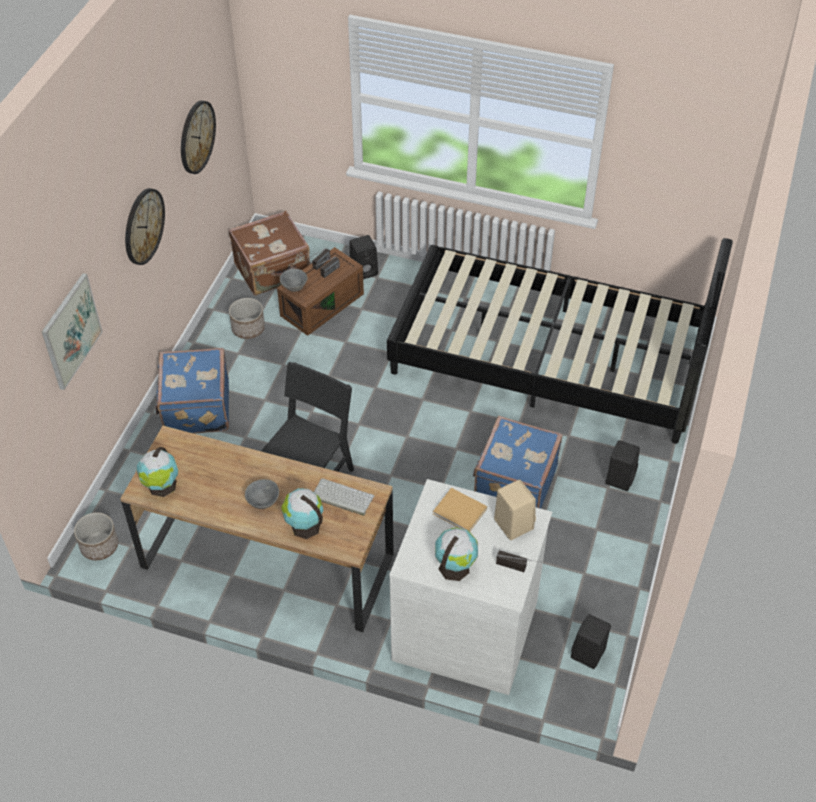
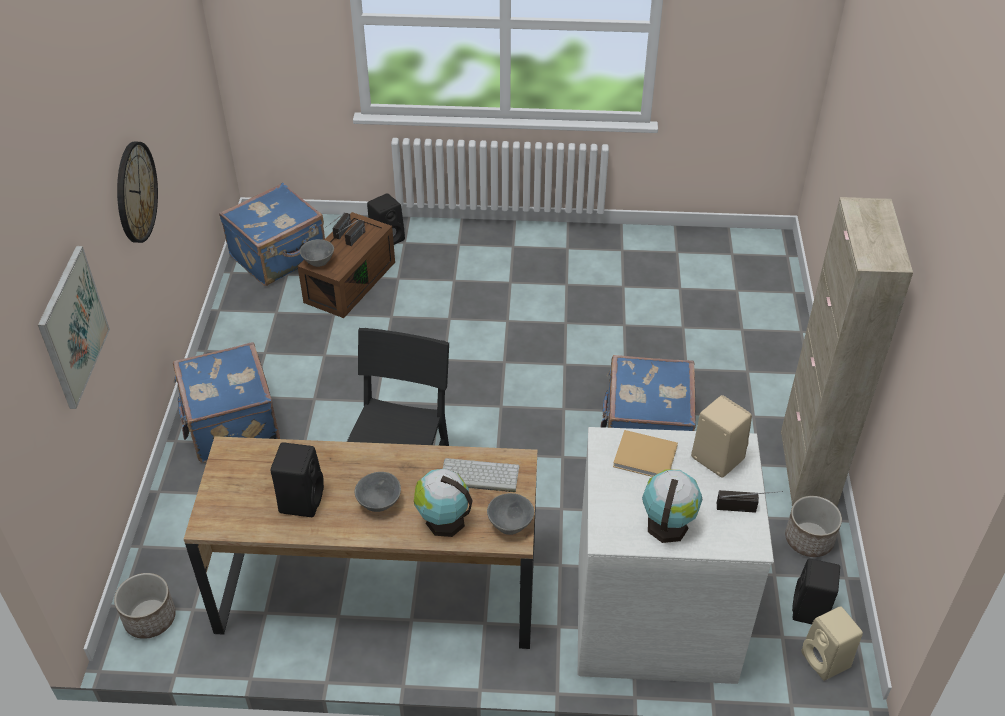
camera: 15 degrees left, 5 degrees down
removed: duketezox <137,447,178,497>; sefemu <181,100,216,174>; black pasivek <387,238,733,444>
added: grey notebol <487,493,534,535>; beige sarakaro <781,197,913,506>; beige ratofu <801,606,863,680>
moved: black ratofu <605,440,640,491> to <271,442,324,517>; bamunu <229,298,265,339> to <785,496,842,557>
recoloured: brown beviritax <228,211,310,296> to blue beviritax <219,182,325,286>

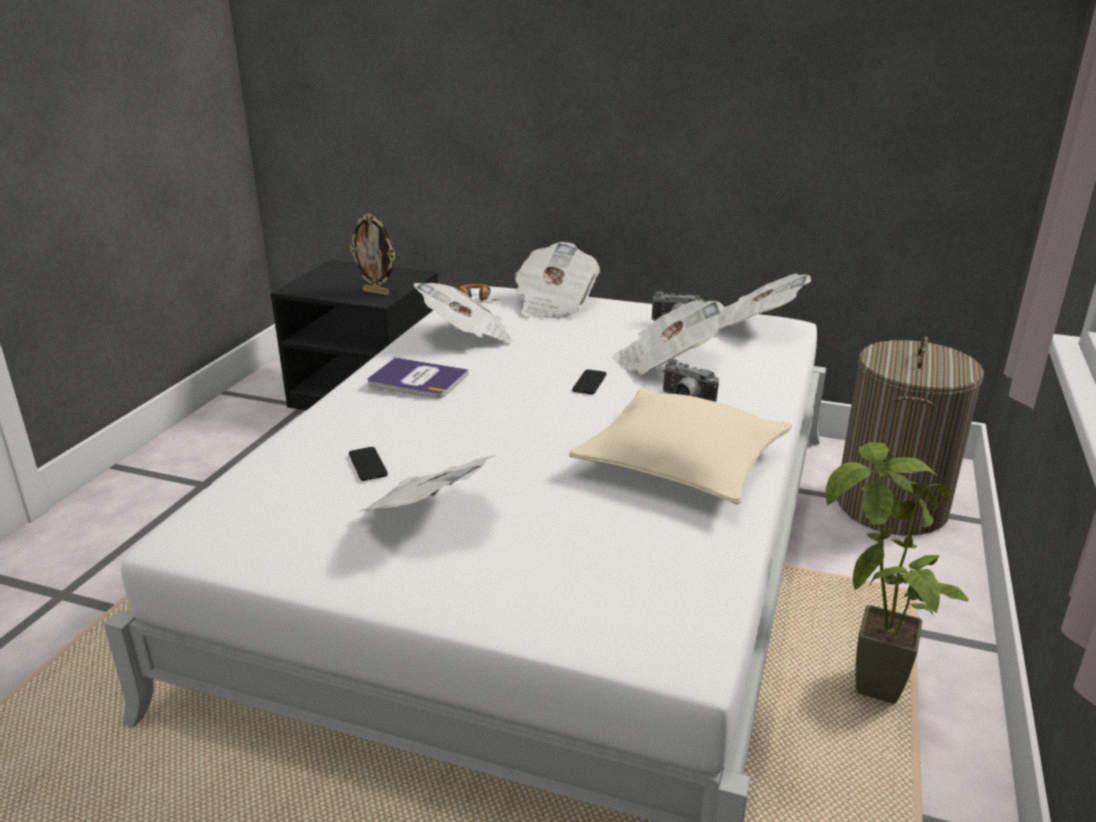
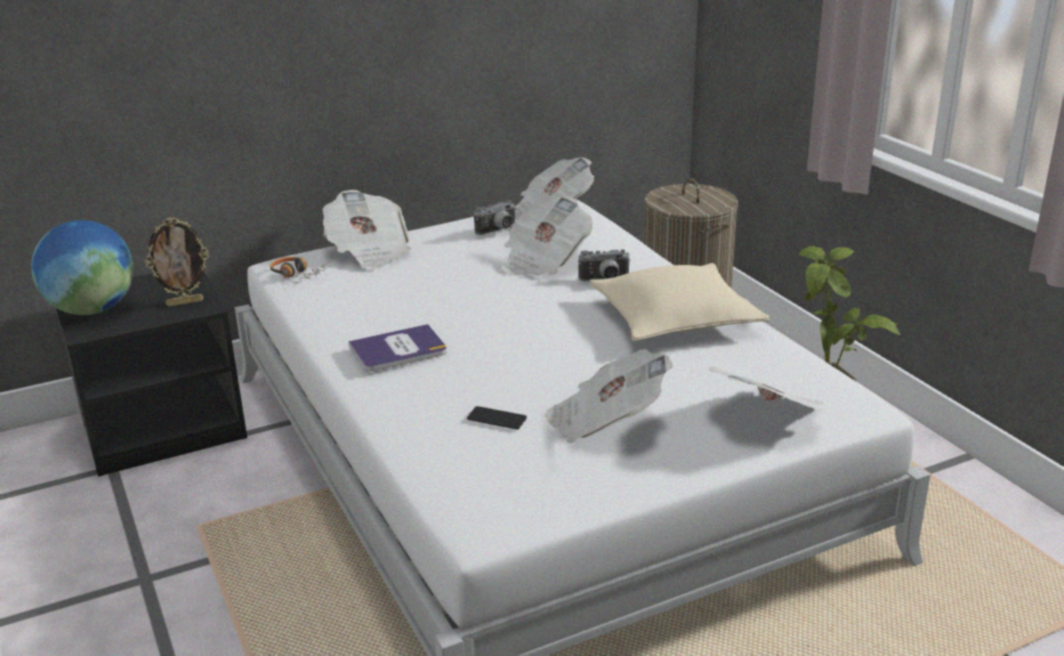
camera: 45 degrees left, 0 degrees up
removed: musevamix <572,369,607,394>
added: duketezox <31,220,133,315>
moved: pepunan <414,283,513,342> to <709,367,825,412>

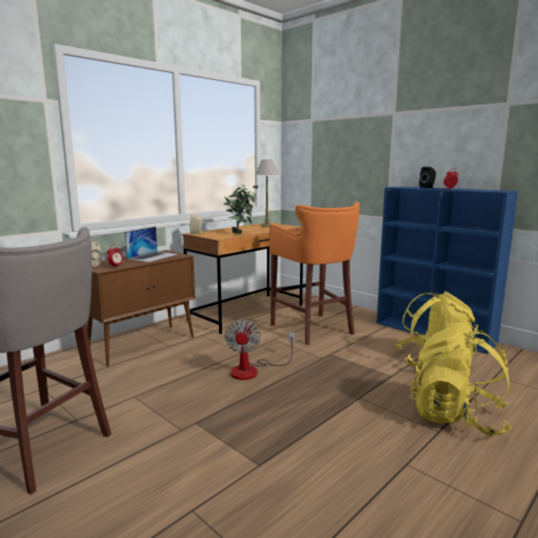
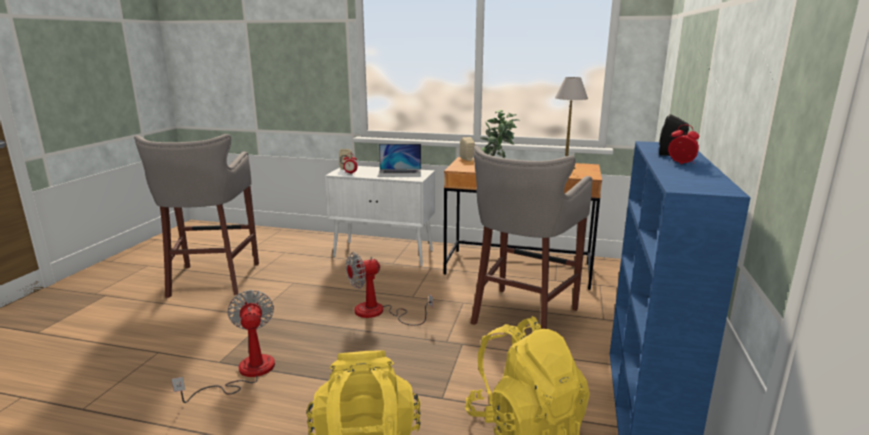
camera: 60 degrees right, 5 degrees up
added: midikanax <171,290,275,403>
recoloured: brown sarakaro <87,250,195,366> to white sarakaro <325,166,435,266>; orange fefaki <269,202,360,345> to grey fefaki <471,146,592,329>

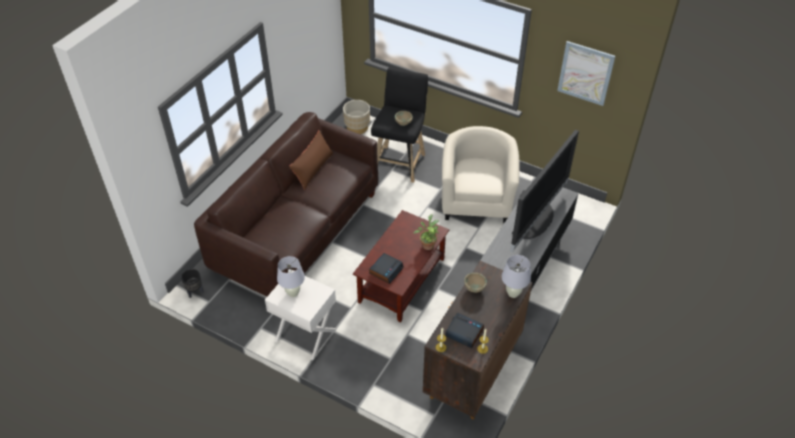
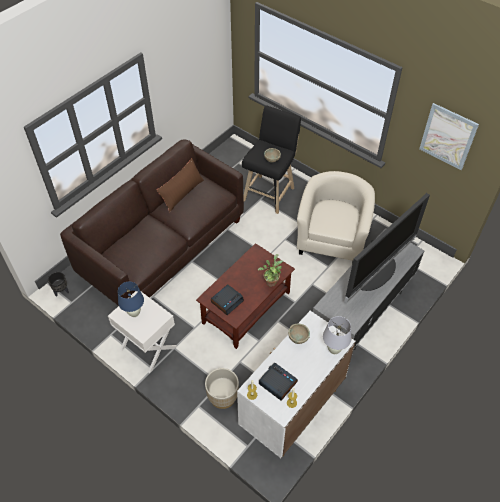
camera: 10 degrees right, 5 degrees up
moved: beige bamunu <343,100,370,134> to <205,368,239,409>
recoloured: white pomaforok <277,256,305,297> to blue pomaforok <118,282,144,317>; brown sarakaro <423,261,532,419> to white sarakaro <237,311,356,458>

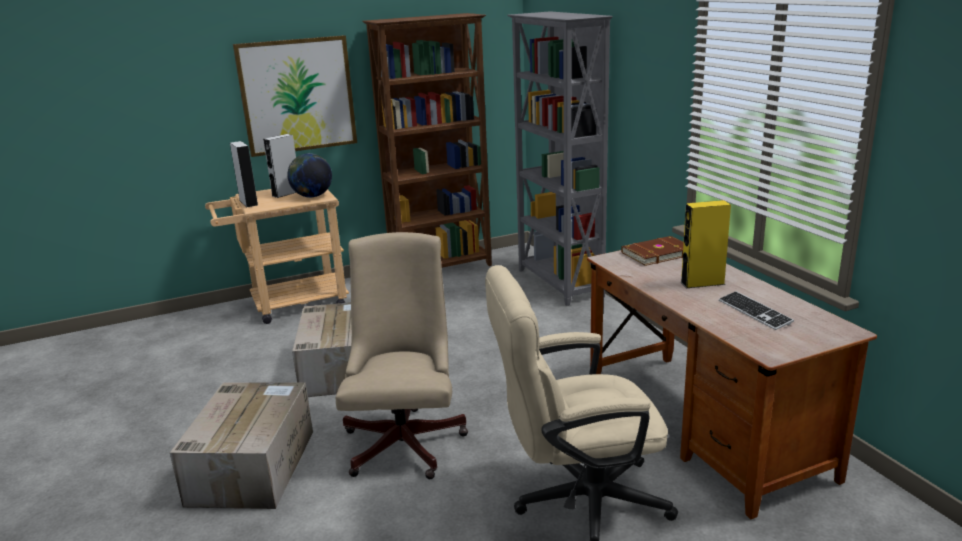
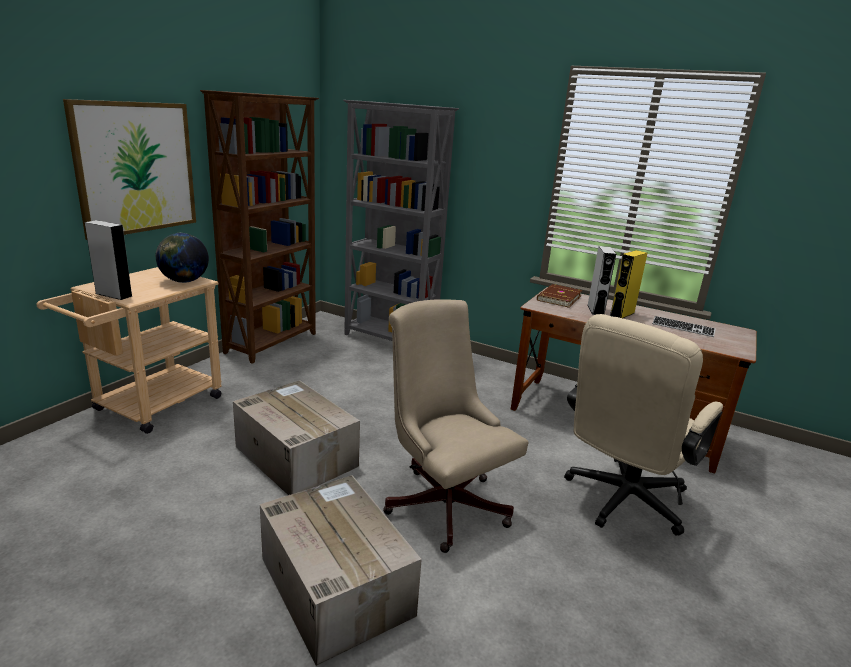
camera: 40 degrees left, 0 degrees up
moved: grey ratofu <263,134,296,198> to <588,246,616,315>

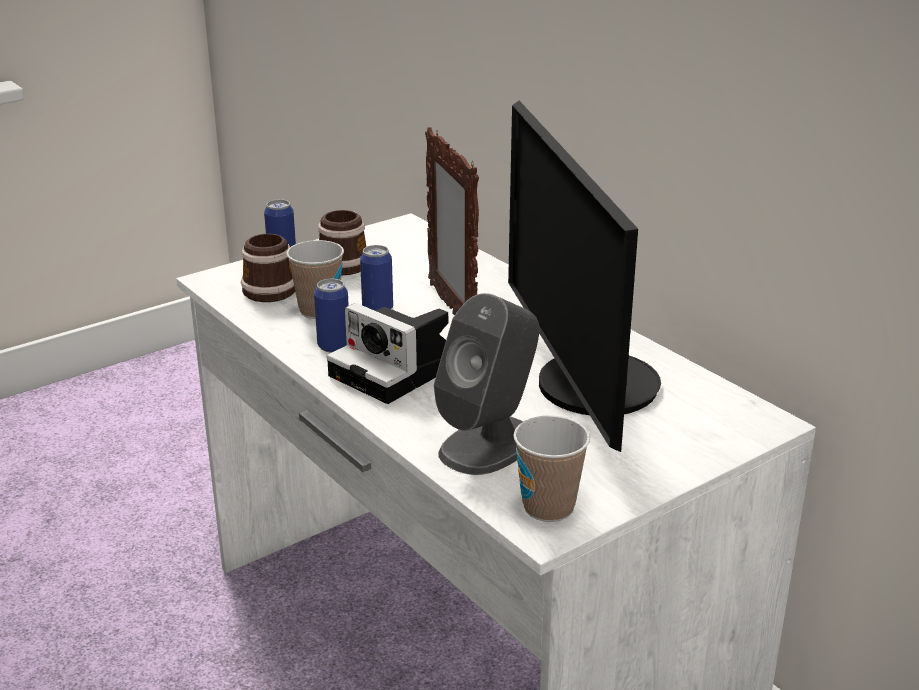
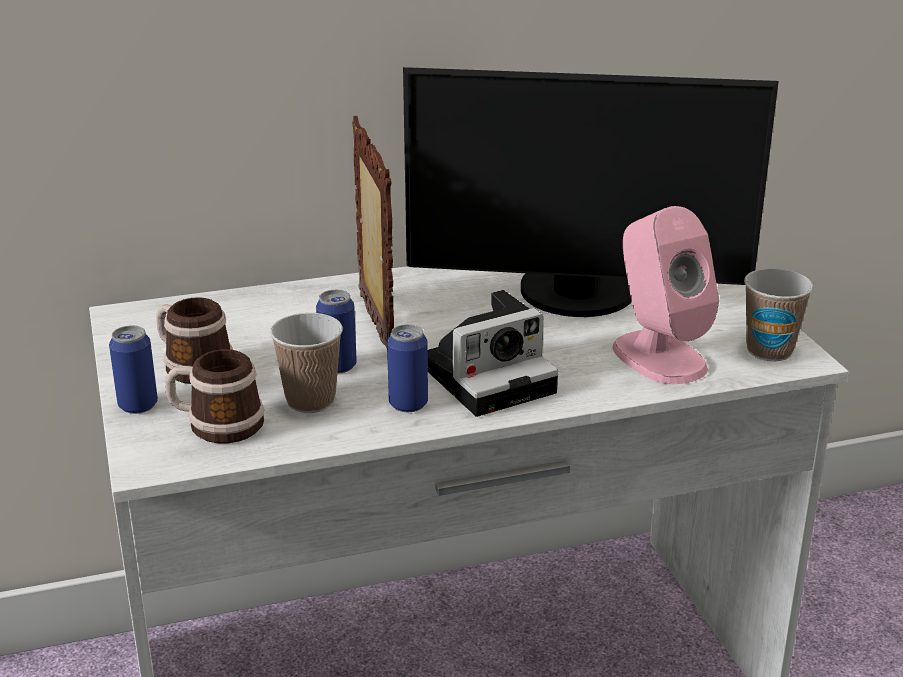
camera: 70 degrees left, 0 degrees up
recoloured: grey ratofu <434,293,539,475> to pink ratofu <612,206,719,384>
turned: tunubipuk <425,127,479,315> = <352,116,394,348> 105 degrees counterclockwise

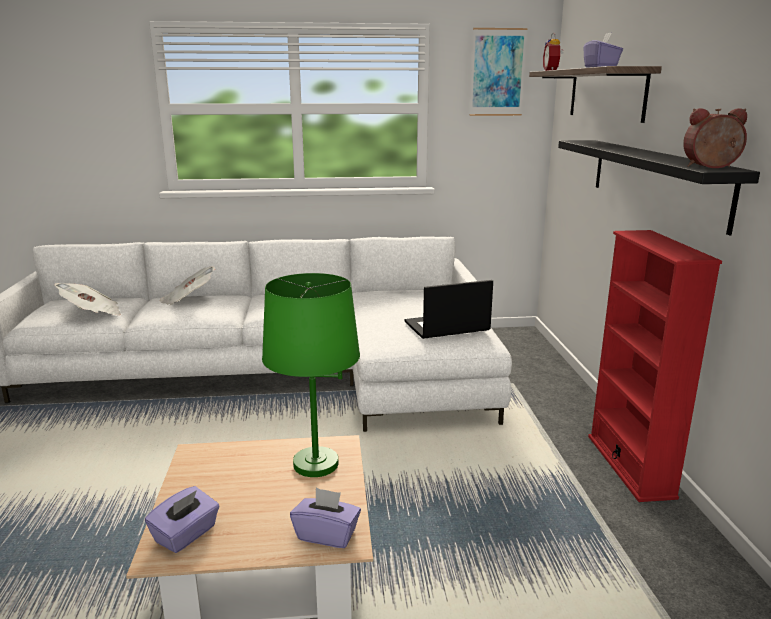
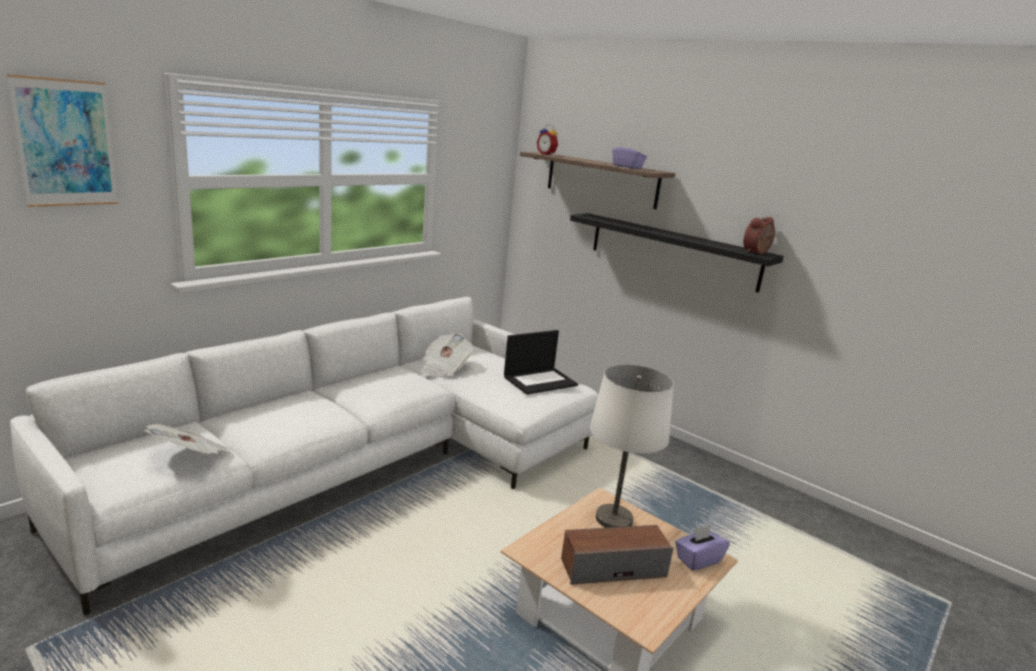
camera: 45 degrees left, 0 degrees up
removed: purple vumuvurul <145,486,220,553>; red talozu <588,230,722,502>
added: ratofu <561,525,673,585>
moved: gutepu <469,28,528,116> to <7,74,118,207>; pepunan <160,266,216,306> to <423,333,474,376>
recoloured: green pomaforok <262,273,360,477> to white pomaforok <590,364,674,528>
turned: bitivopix <405,280,493,339> = <504,330,578,395> 150 degrees counterclockwise

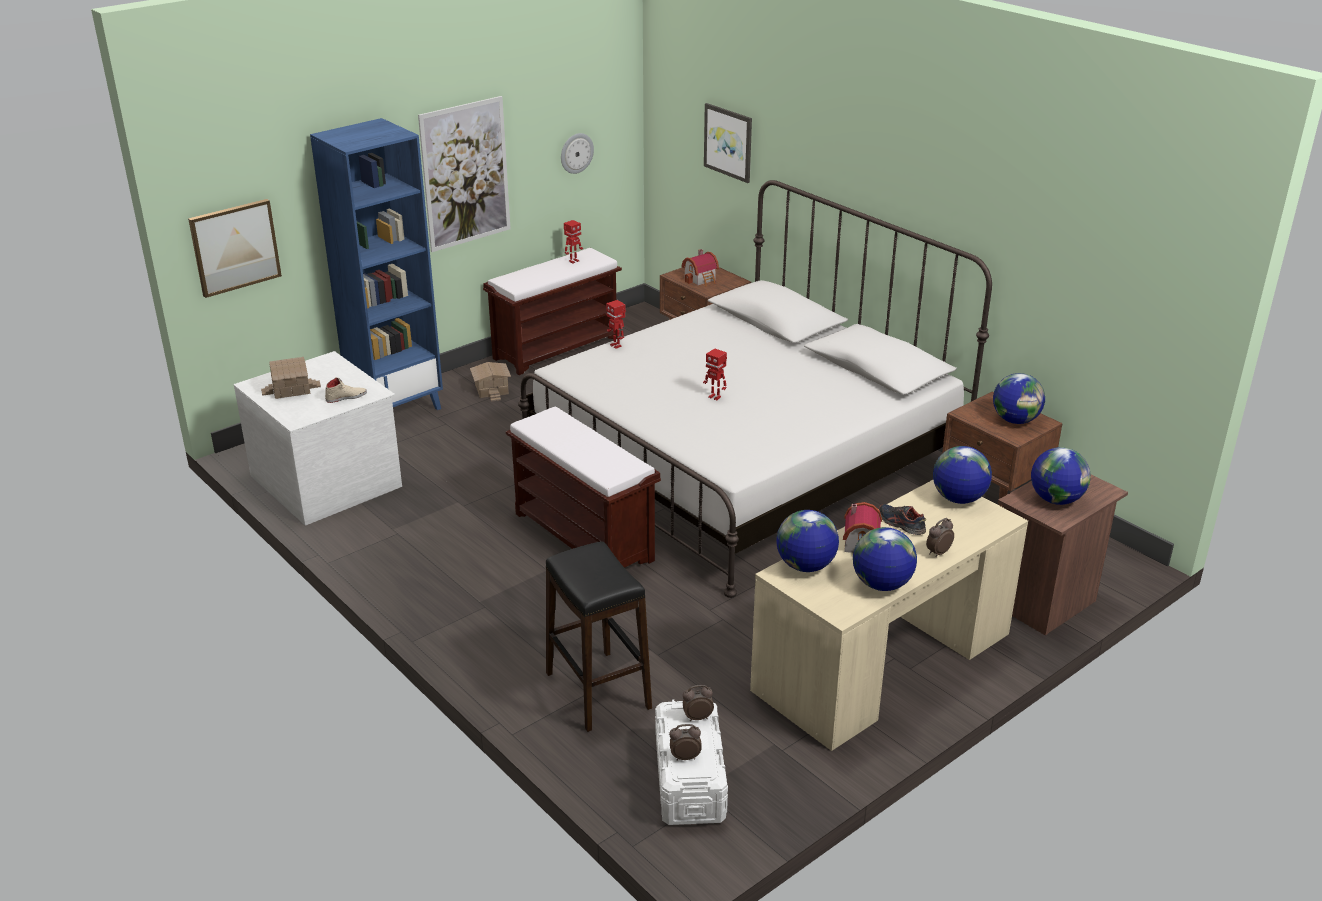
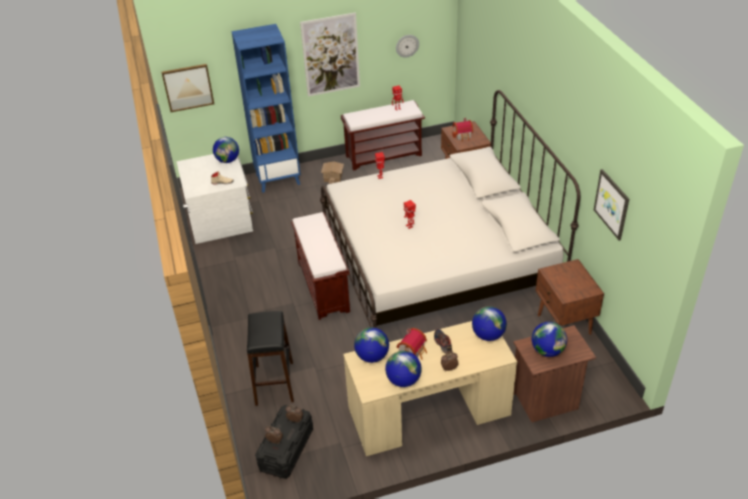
camera: 25 degrees right, 10 degrees up
removed: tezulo <261,357,321,399>
moved: duketezox <993,373,1045,424> to <213,137,239,163>; gutepu <704,103,752,183> to <594,169,629,241>
recoloured: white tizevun <655,700,728,825> to black tizevun <255,405,313,479>

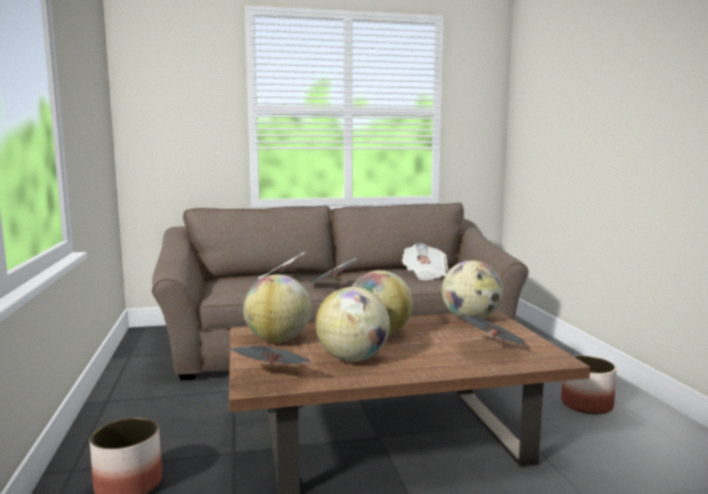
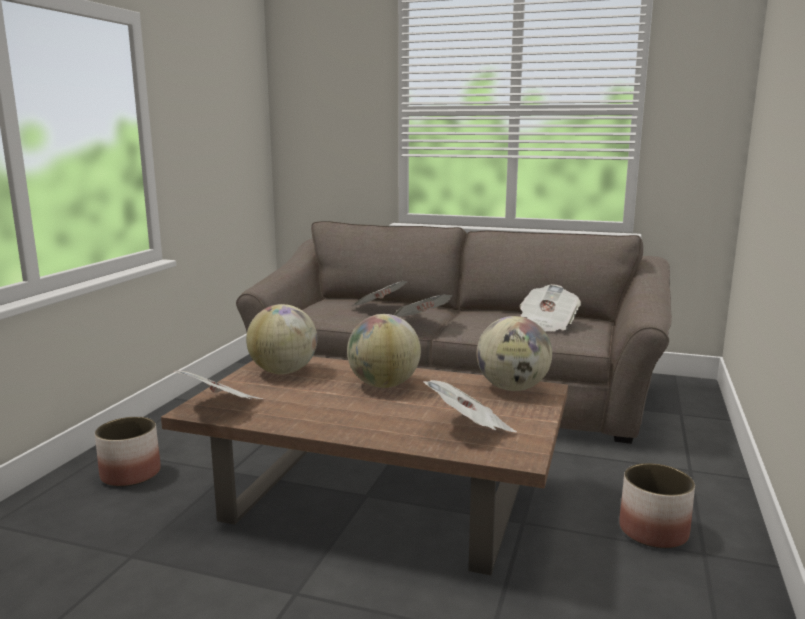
camera: 30 degrees right, 5 degrees up
removed: duketezox <316,287,390,362>

